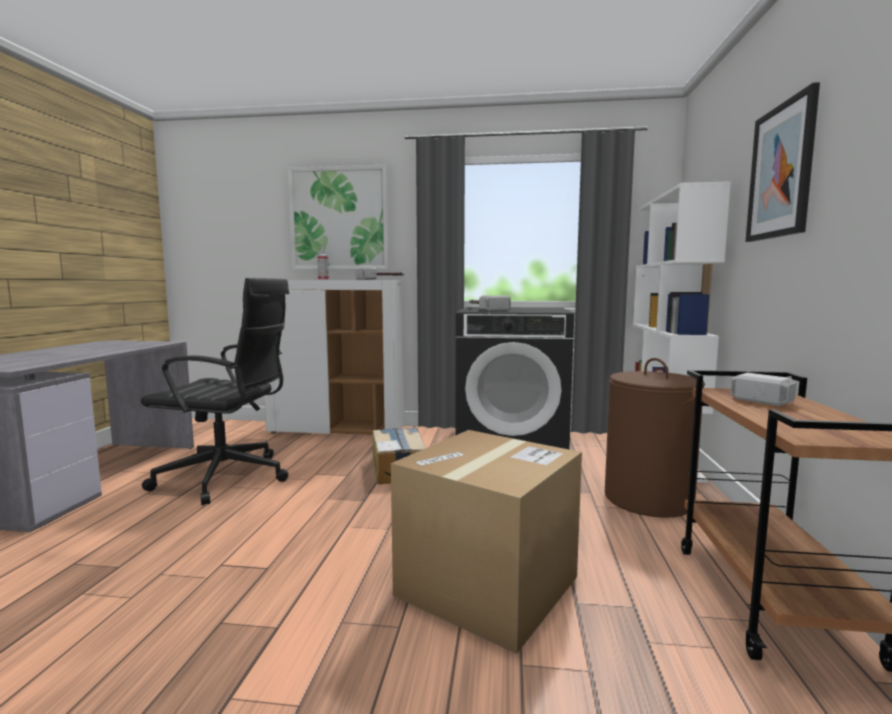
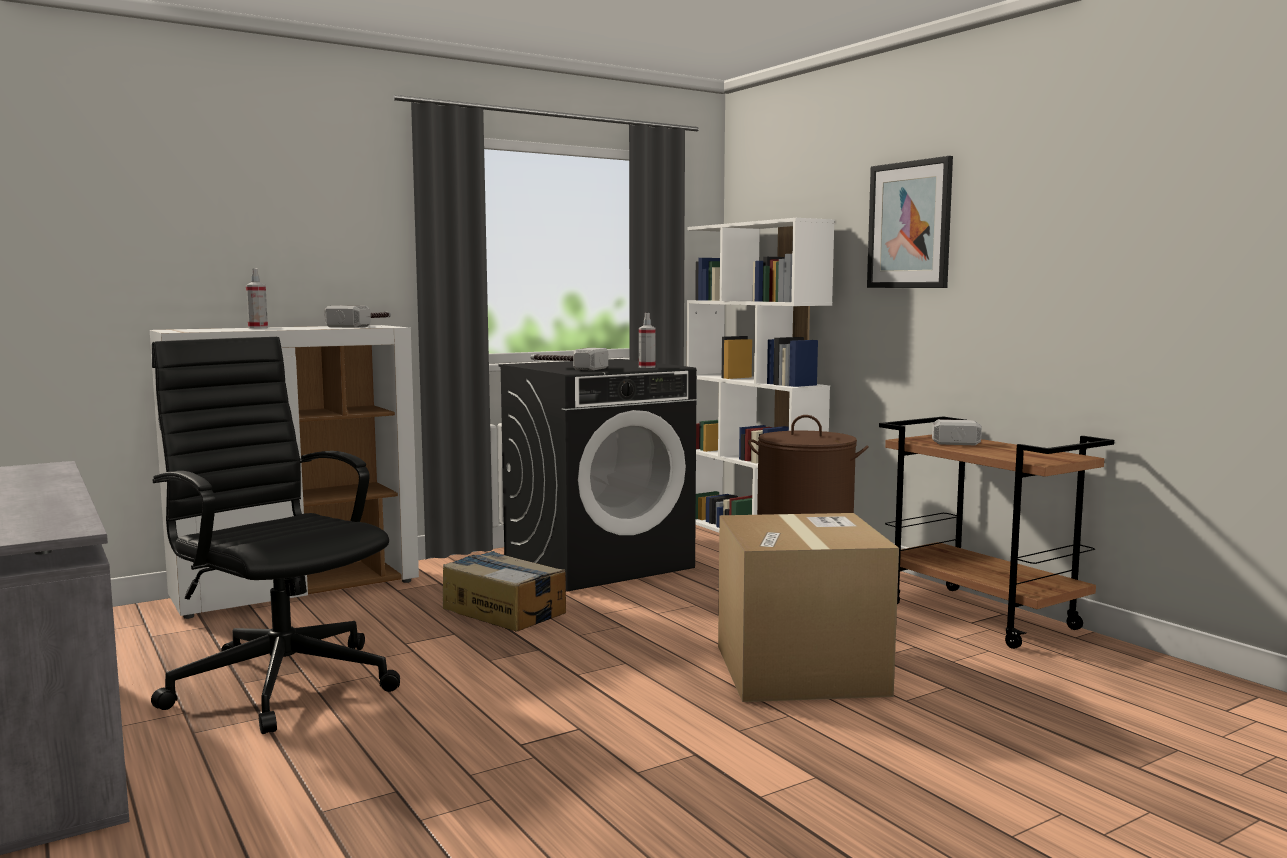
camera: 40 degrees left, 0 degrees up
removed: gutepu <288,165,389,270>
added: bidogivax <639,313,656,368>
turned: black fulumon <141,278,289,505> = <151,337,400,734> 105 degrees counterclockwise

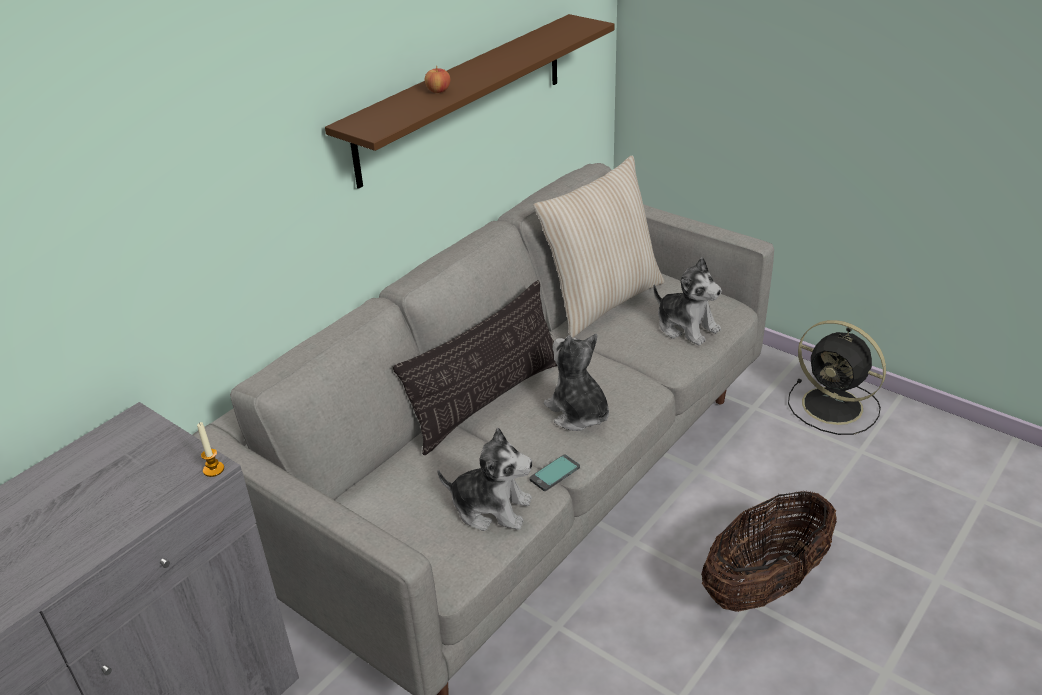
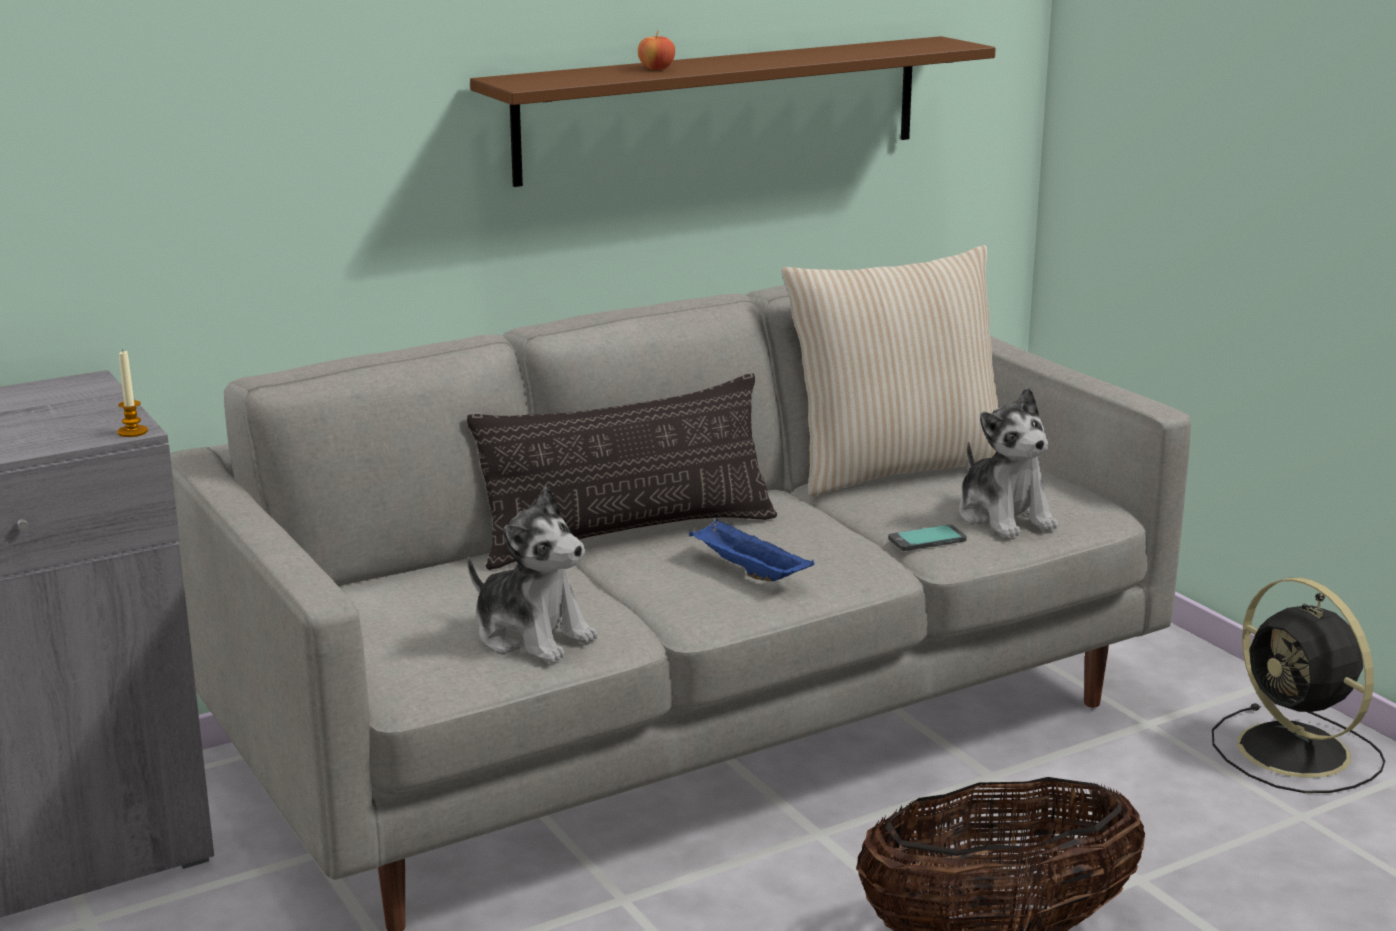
camera: 20 degrees right, 15 degrees down
moved: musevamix <529,454,580,491> to <888,525,967,551>
replaced: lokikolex <544,334,609,431> to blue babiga <689,519,815,581>

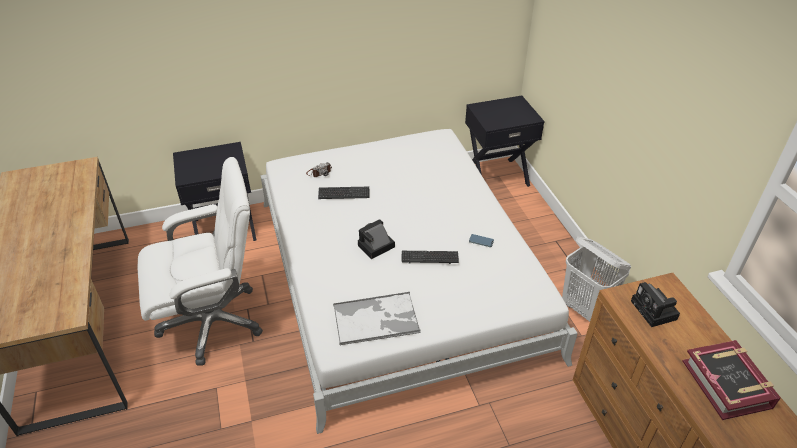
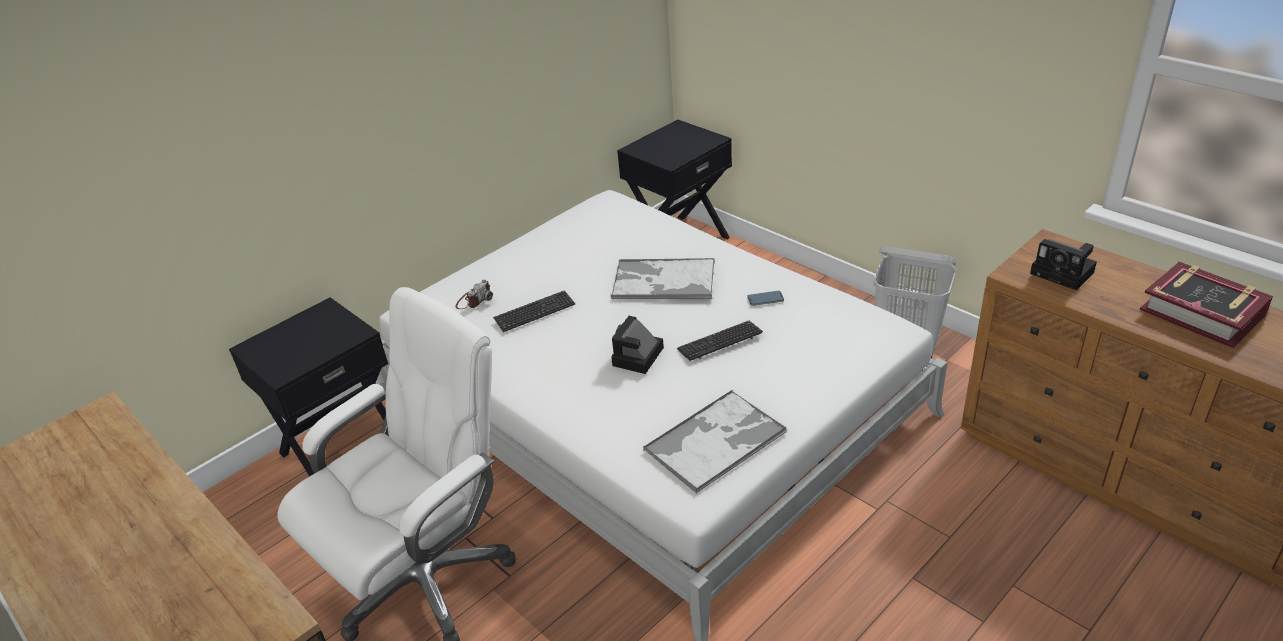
camera: 25 degrees left, 5 degrees down
added: babiga <611,258,715,299>

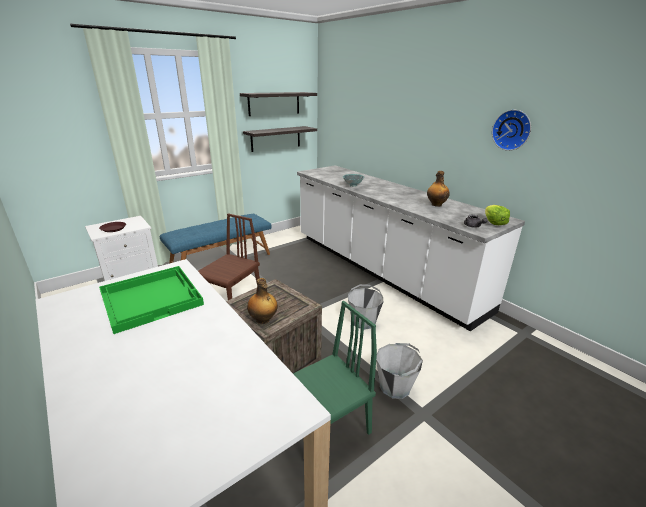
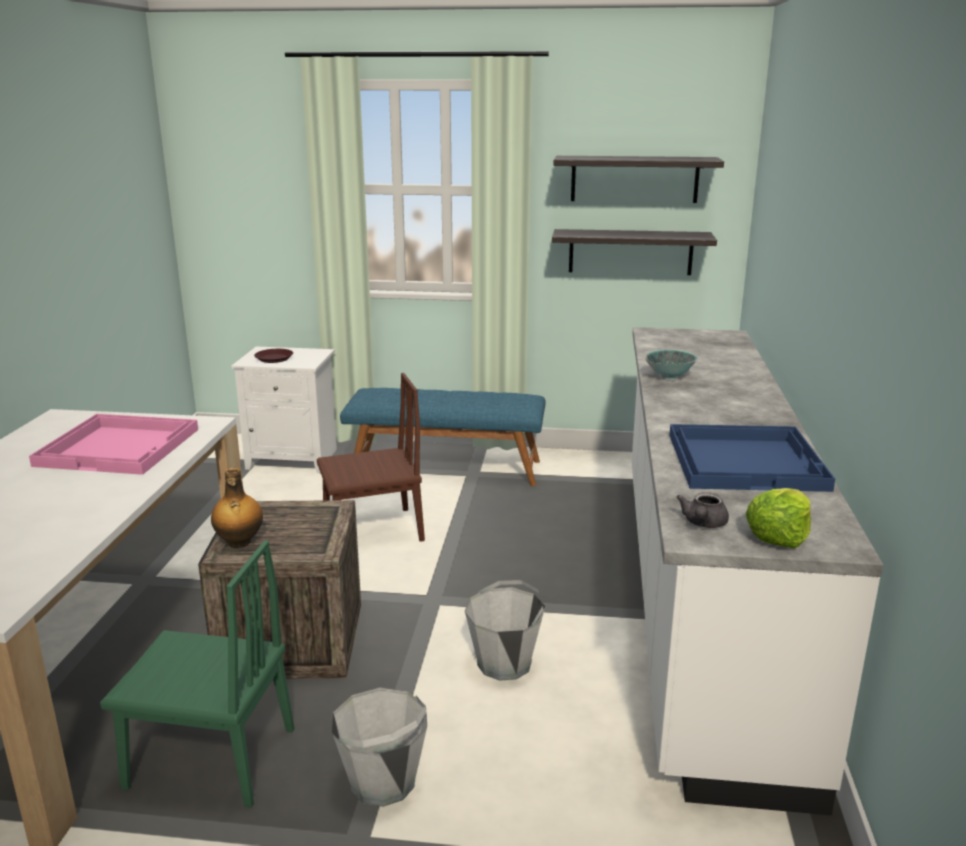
camera: 45 degrees right, 5 degrees down
removed: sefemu <492,110,531,151>
replaced: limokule <427,171,450,207> to blue babiga <669,424,835,492>
recoloured: green babiga <99,266,204,334> to pink babiga <29,414,198,475>

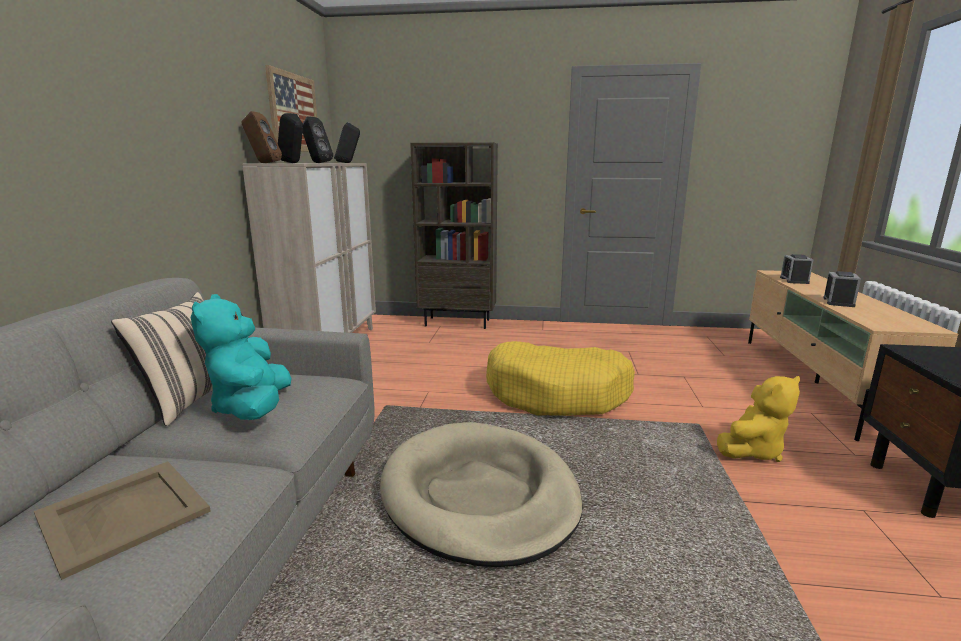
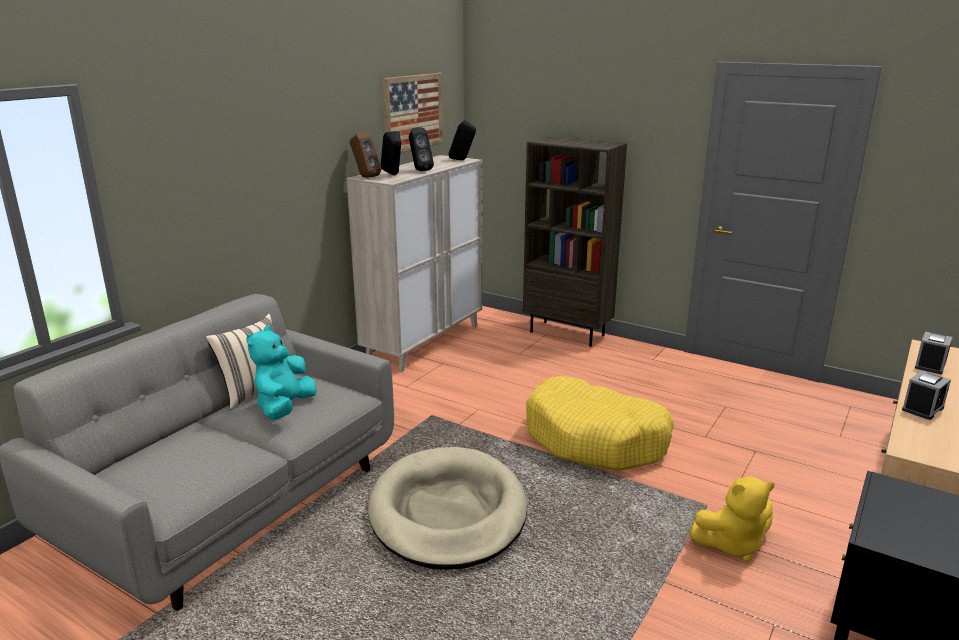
camera: 25 degrees right, 5 degrees up
removed: beige babiga <34,461,211,580>

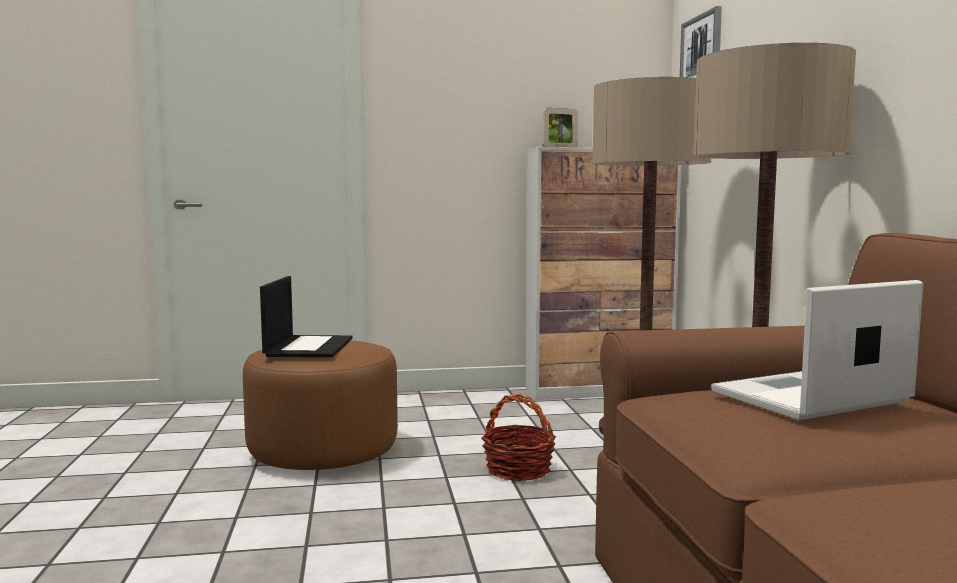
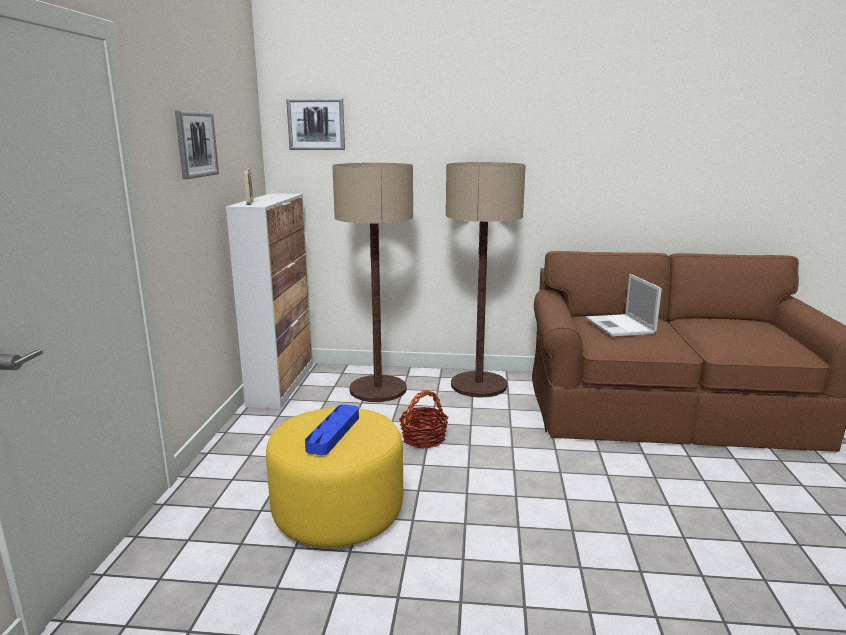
camera: 75 degrees left, 10 degrees up
added: gutepu <175,110,219,179>
replaced: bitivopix <260,276,352,358> to blue babiga <305,404,359,455>
recoloured: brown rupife <243,340,398,470> to yellow rupife <266,407,403,548>

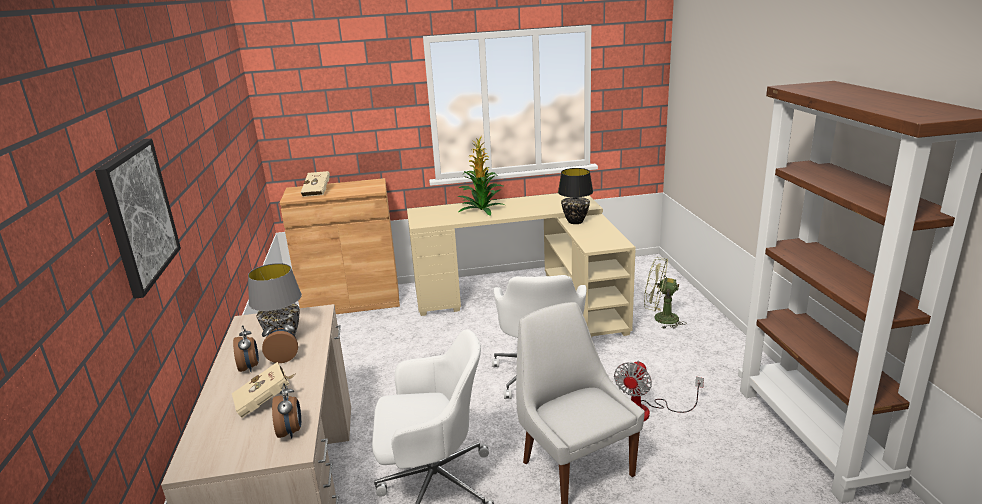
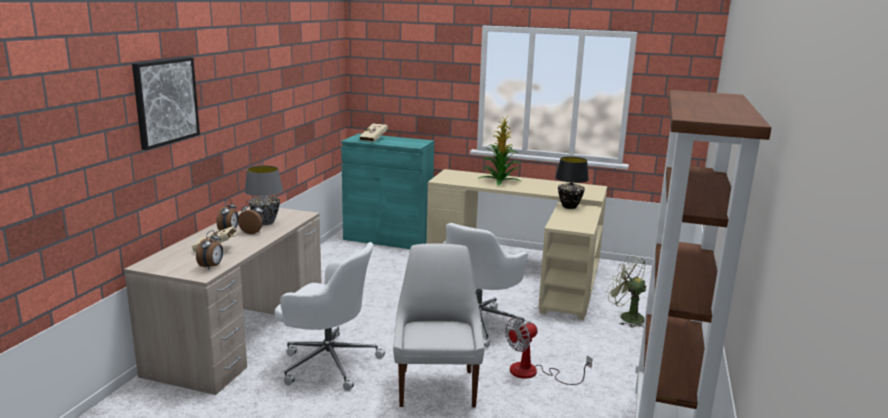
camera: 25 degrees right, 5 degrees down
recoloured: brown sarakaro <280,178,400,314> to turquoise sarakaro <341,133,434,249>

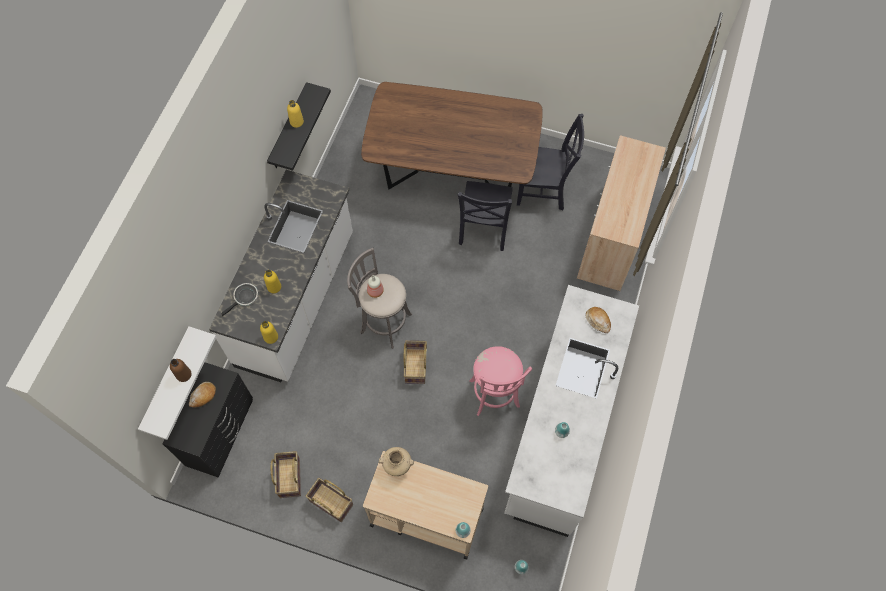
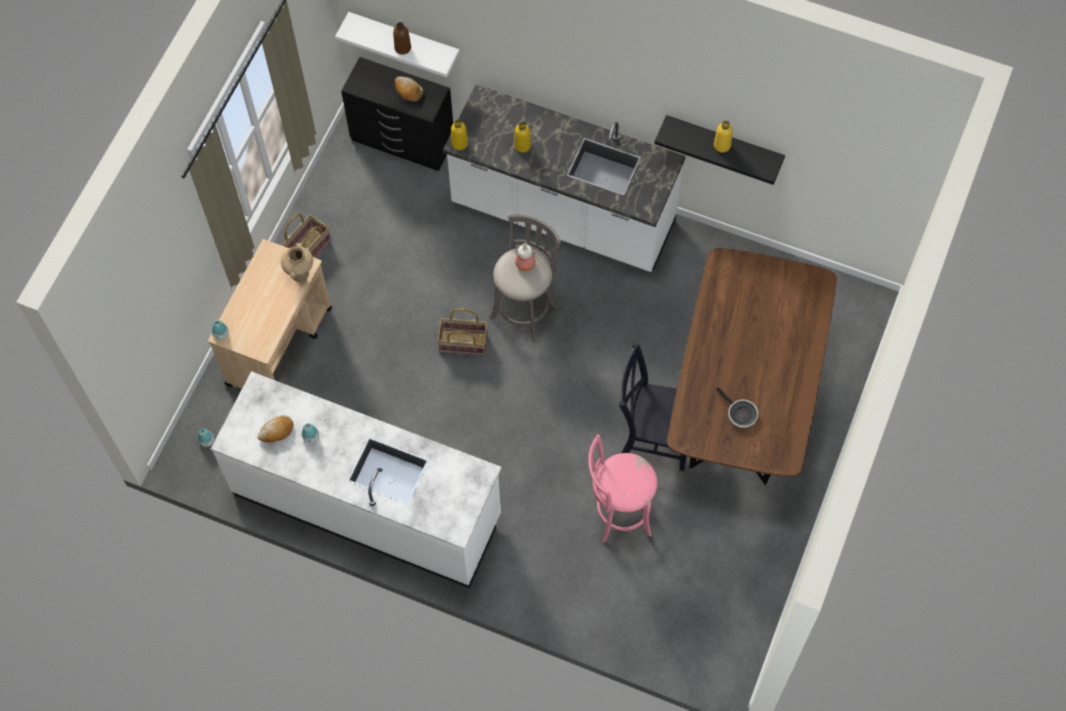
camera: 95 degrees right, 0 degrees up
removed: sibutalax <270,451,301,498>; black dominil <517,114,584,210>; beige sarakaro <577,135,666,291>
moved: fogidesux <586,307,611,333> to <258,415,294,443>; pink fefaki <469,346,532,416> to <588,434,657,543>; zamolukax <221,283,258,316> to <716,387,758,428>

